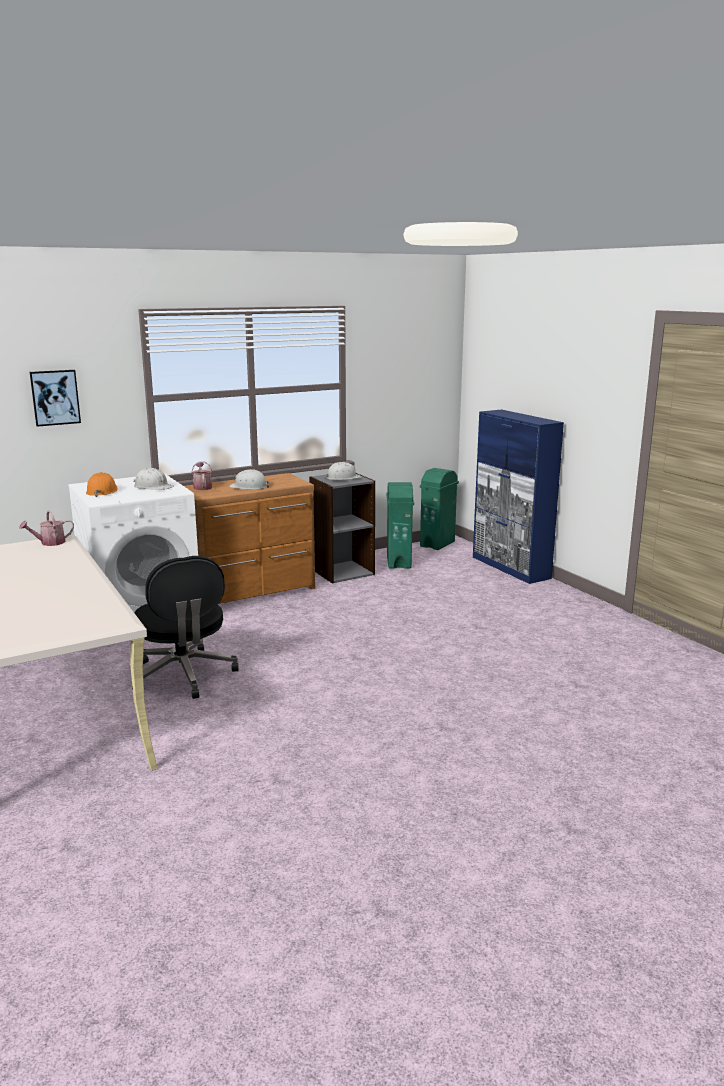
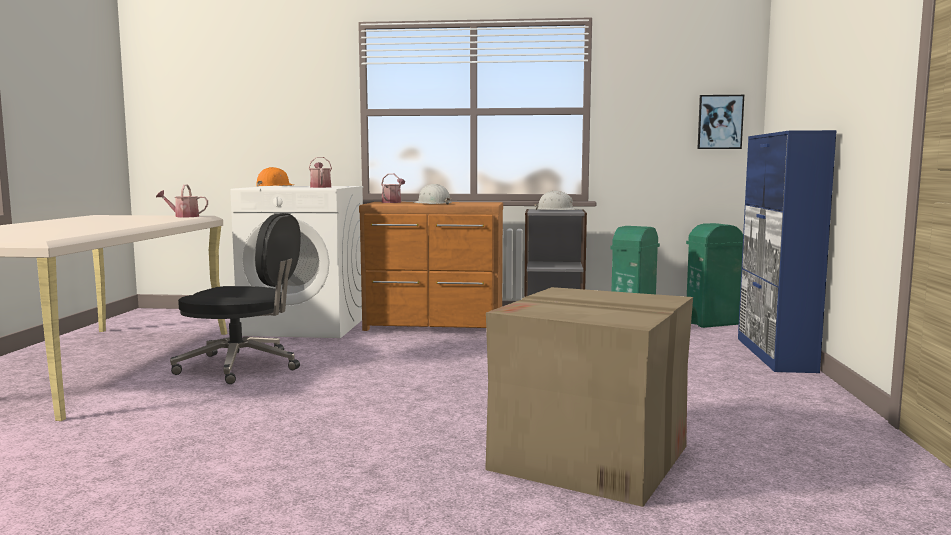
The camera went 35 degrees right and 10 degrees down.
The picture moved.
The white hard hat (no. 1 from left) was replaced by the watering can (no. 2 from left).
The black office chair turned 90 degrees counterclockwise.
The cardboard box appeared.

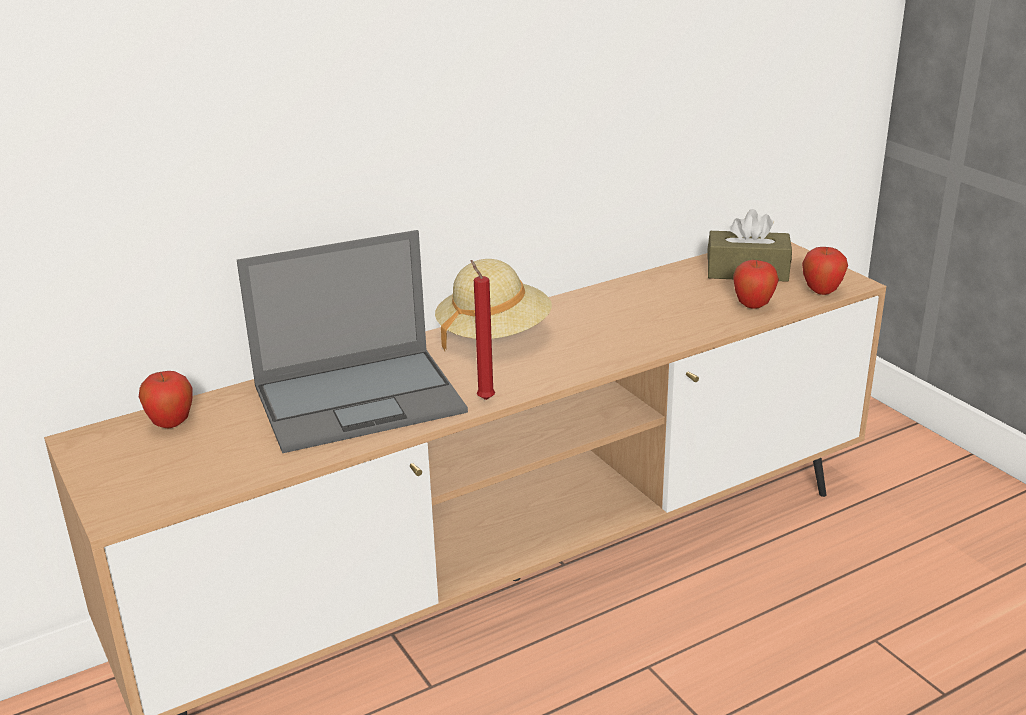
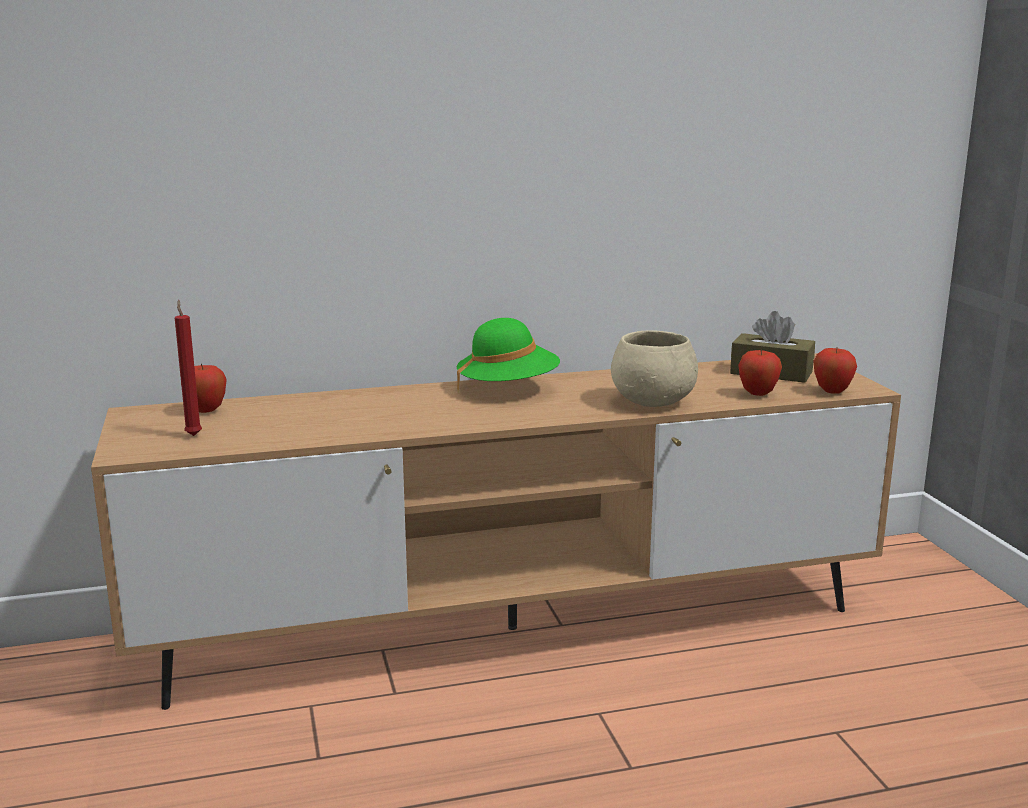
The camera went 15 degrees right and 10 degrees down.
The laptop disappeared.
The beige hat became the green hat.
The red candle moved.
The beige bowl appeared.

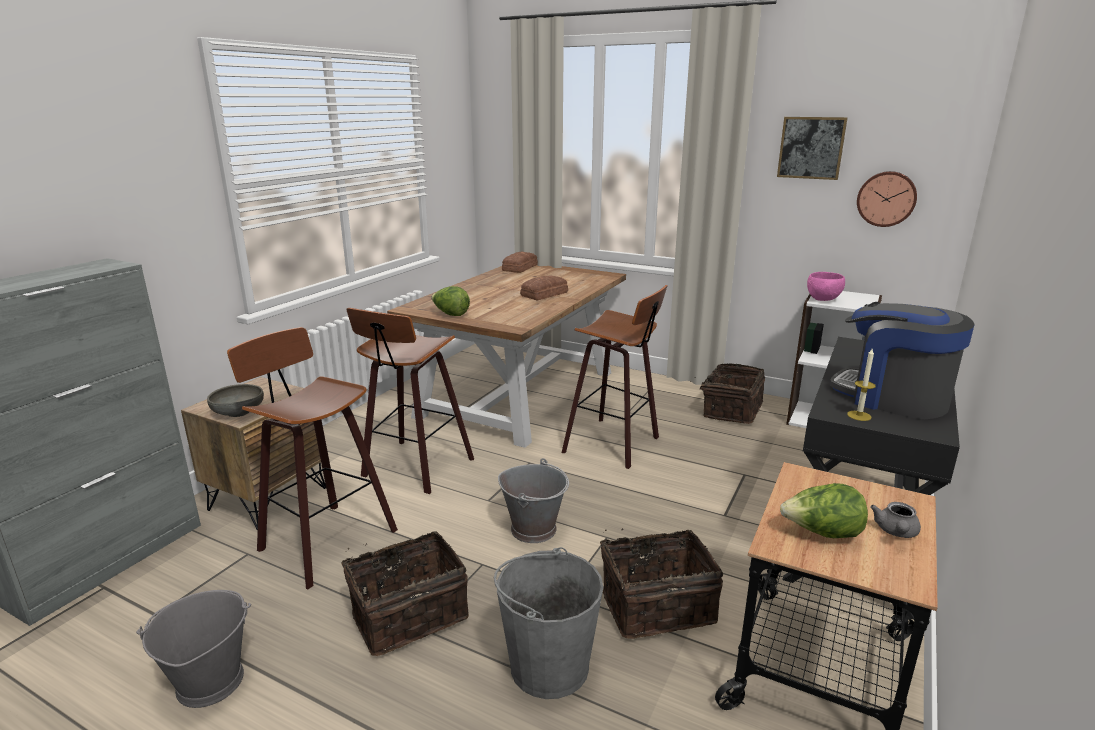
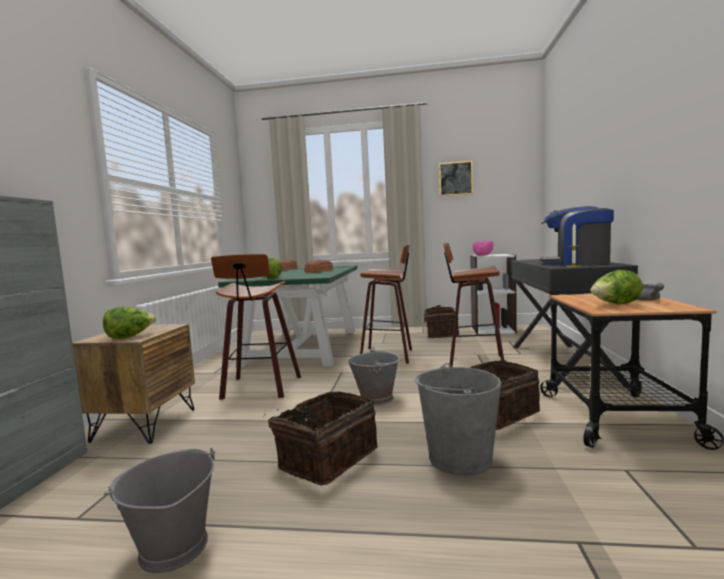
The camera went 20 degrees left and 15 degrees down.
The wall clock disappeared.
The brown dining table became the green dining table.
The stool (no. 1 from left in the first image) moved.
The grey bowl was replaced by the lettuce (no. 1 from left).

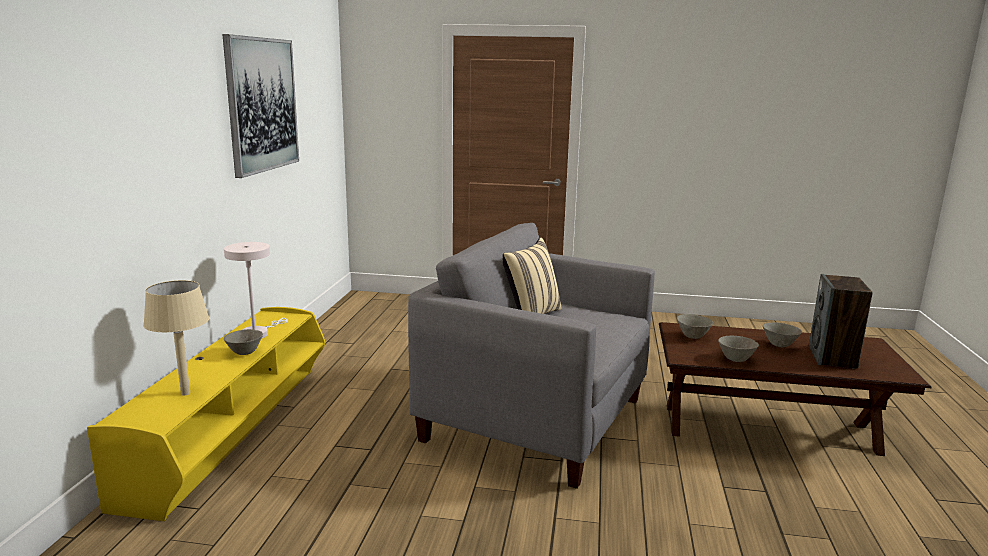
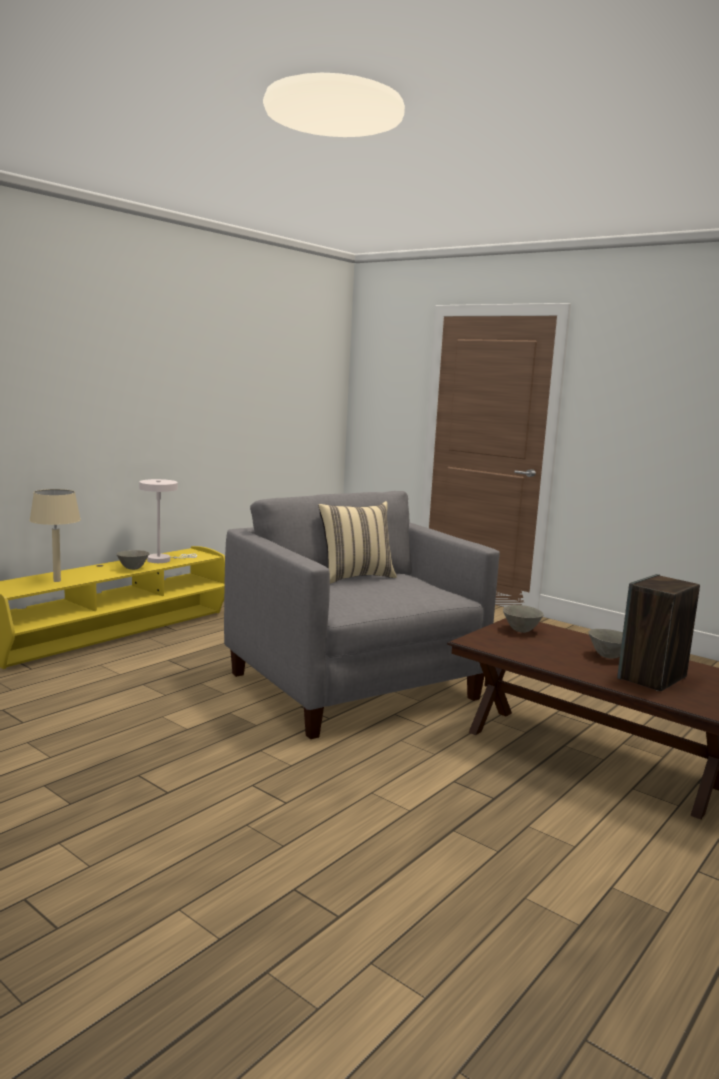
The camera went 30 degrees right and 5 degrees down.
The picture disappeared.
The grey bowl (no. 3 from left) disappeared.

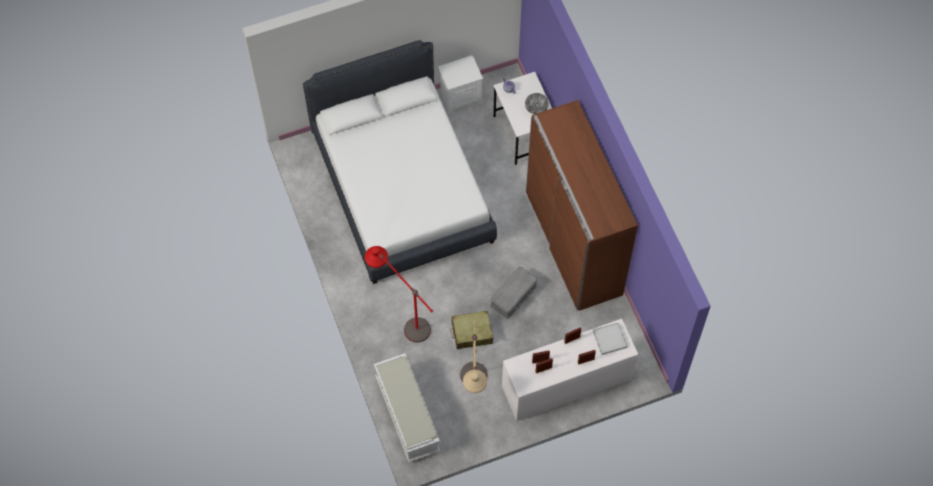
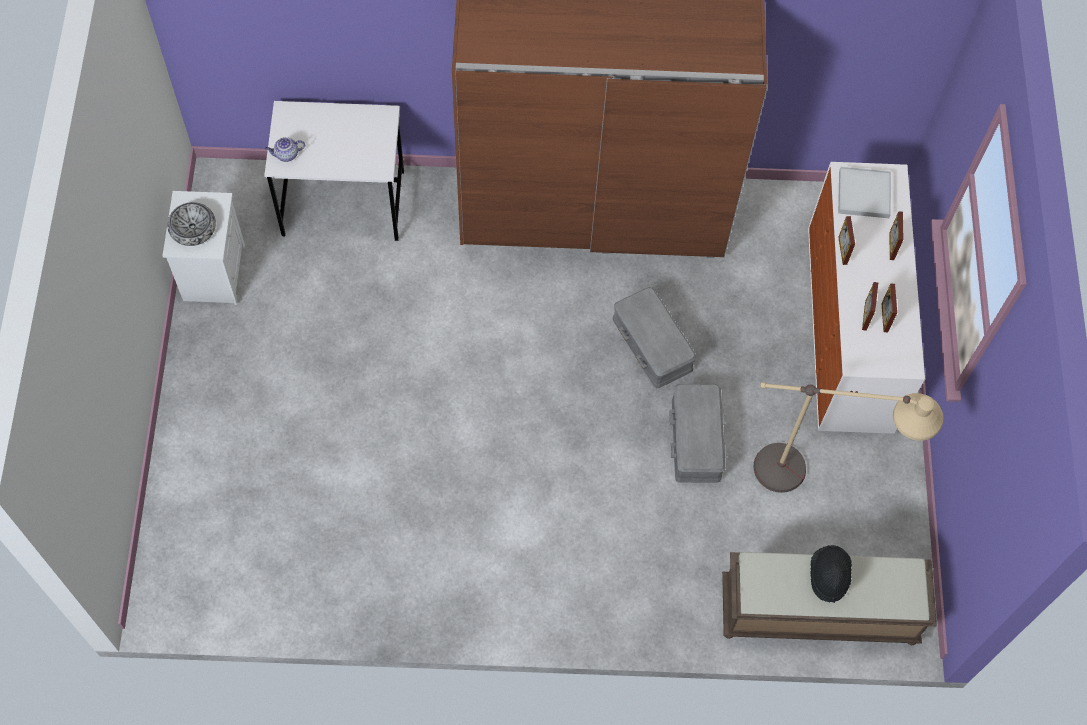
The camera went 70 degrees left and 0 degrees up.
The white bed disappeared.
The bowl moved.
The red floor lamp disappeared.
The beige suitcase was replaced by the grey storage box (no. 2 from left).
The white bench became the brown bench.
The black hat appeared.

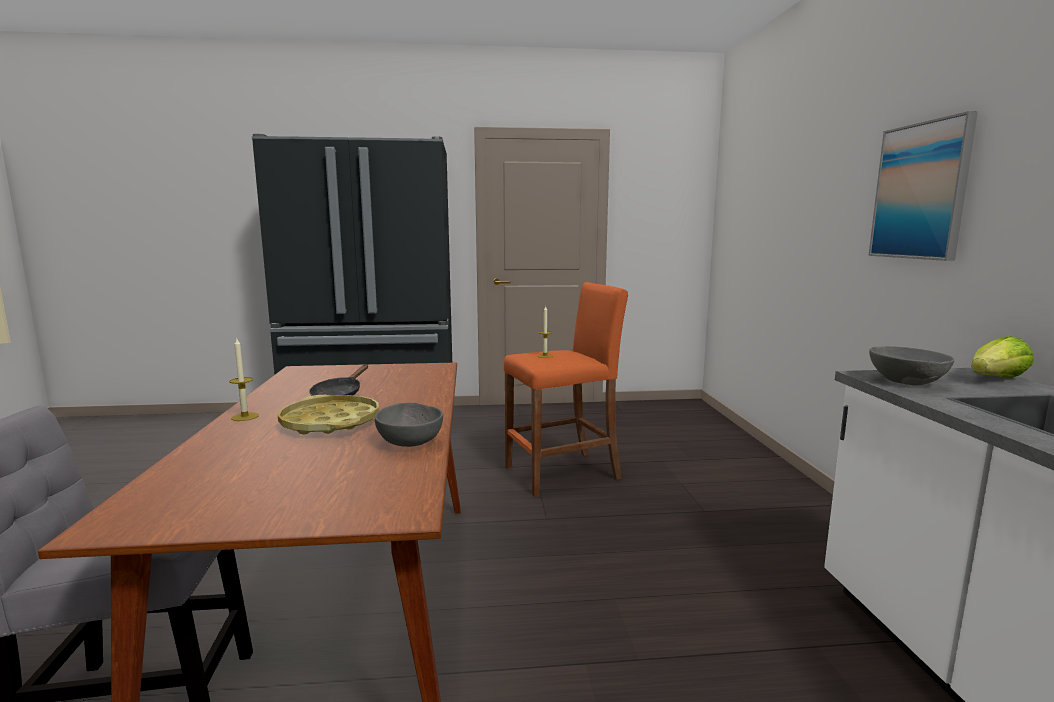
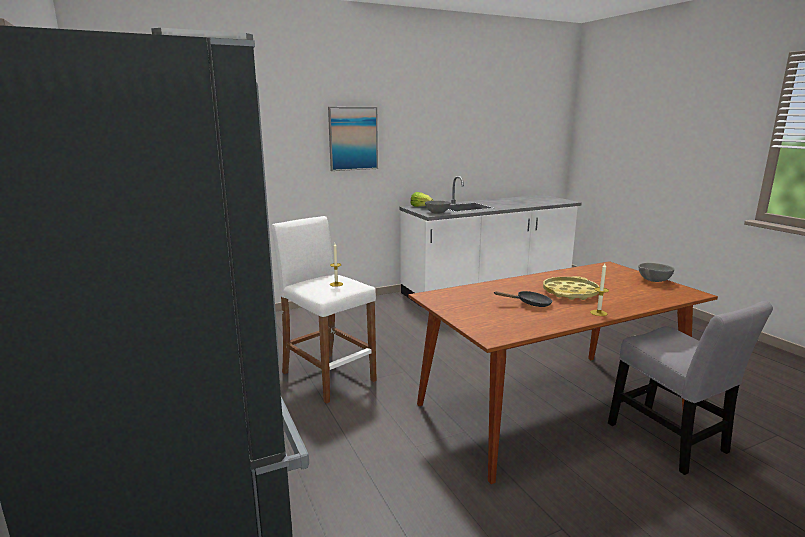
The camera went 110 degrees left and 5 degrees up.
The orange stool became the white stool.
The grey bowl (no. 1 from left in the first image) moved.

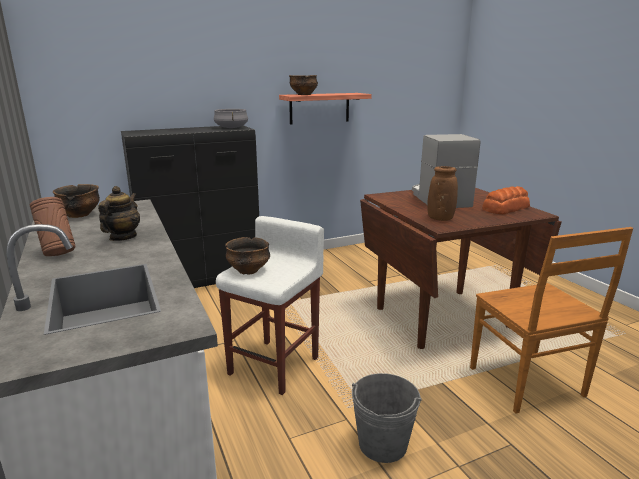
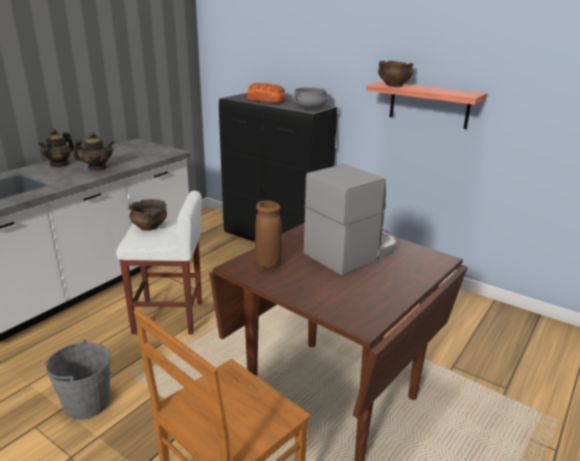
The camera went 60 degrees right and 5 degrees up.
The bowl (no. 1 from left) disappeared.
The bread moved.
The brown vase (no. 1 from left) was replaced by the teapot (no. 1 from left).

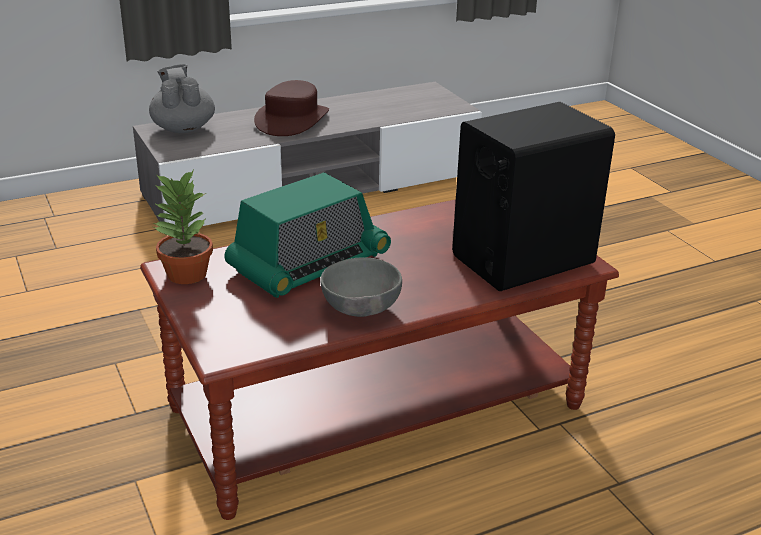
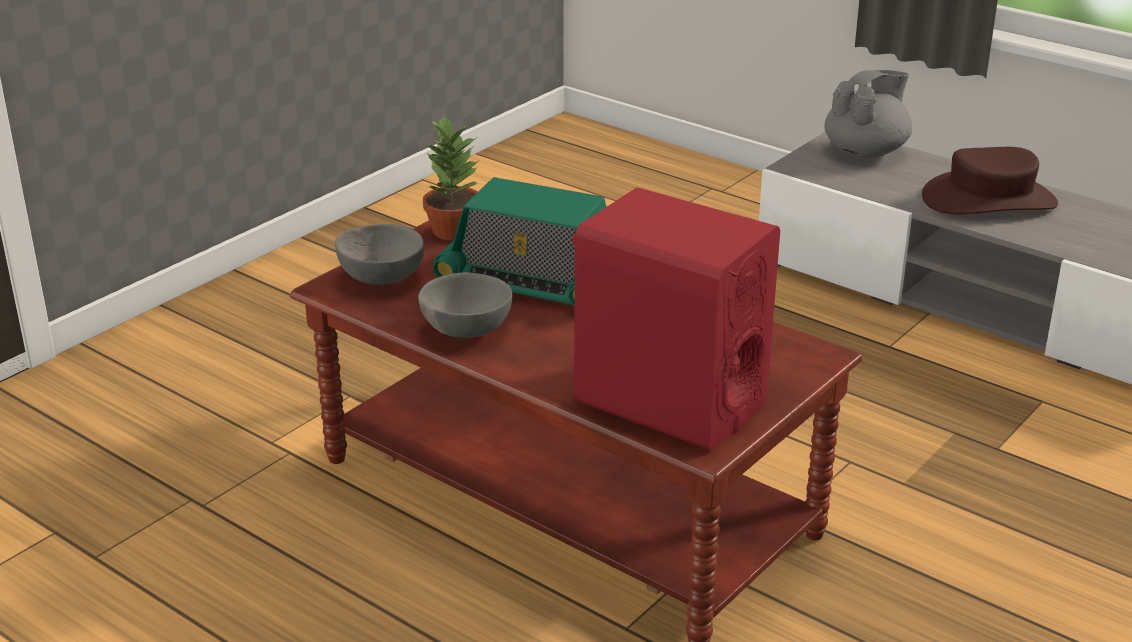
The camera went 65 degrees right and 0 degrees up.
The black speaker became the red speaker.
The grey bowl (no. 1 from left) appeared.

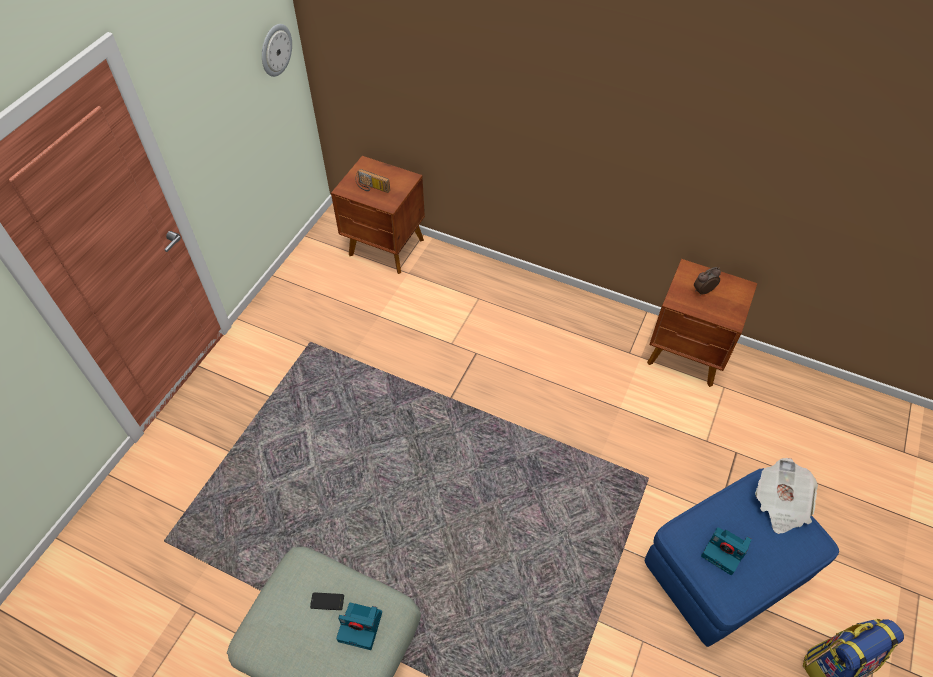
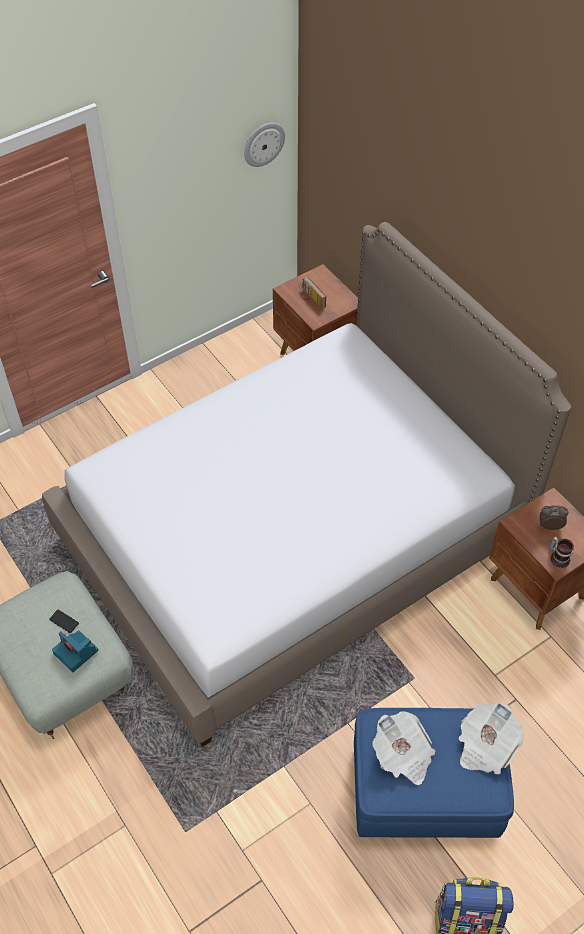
The camera went 30 degrees right and 0 degrees up.
The photo camera (no. 2 from left) was replaced by the newspaper (no. 1 from left).
The bed appeared.
The mug appeared.

